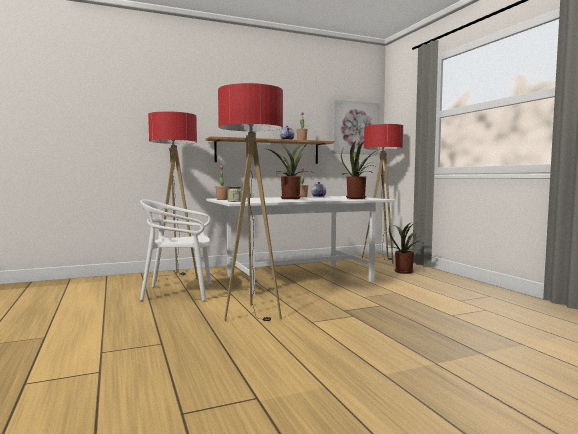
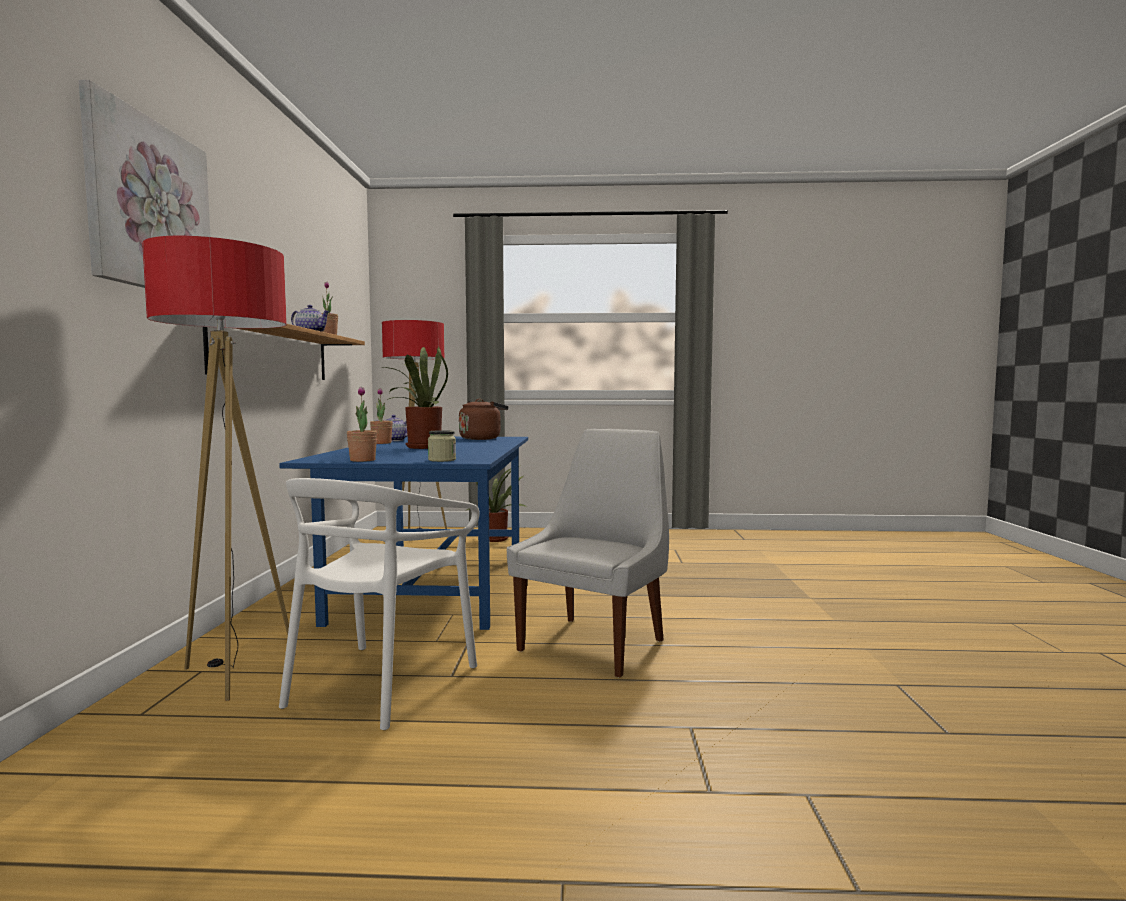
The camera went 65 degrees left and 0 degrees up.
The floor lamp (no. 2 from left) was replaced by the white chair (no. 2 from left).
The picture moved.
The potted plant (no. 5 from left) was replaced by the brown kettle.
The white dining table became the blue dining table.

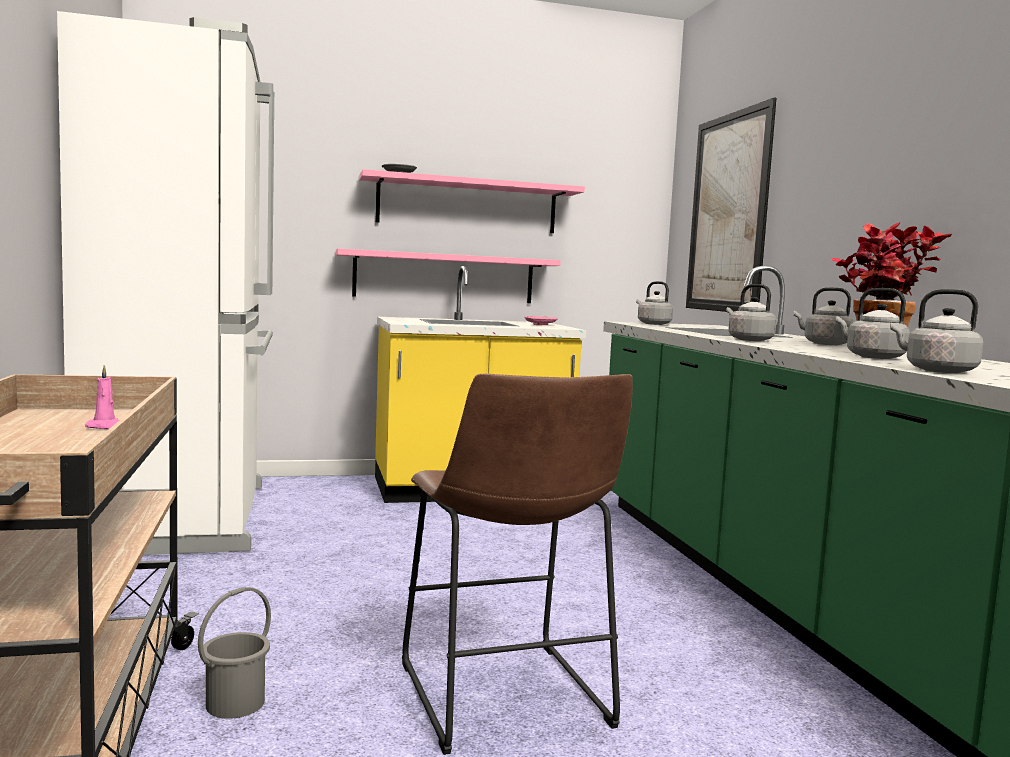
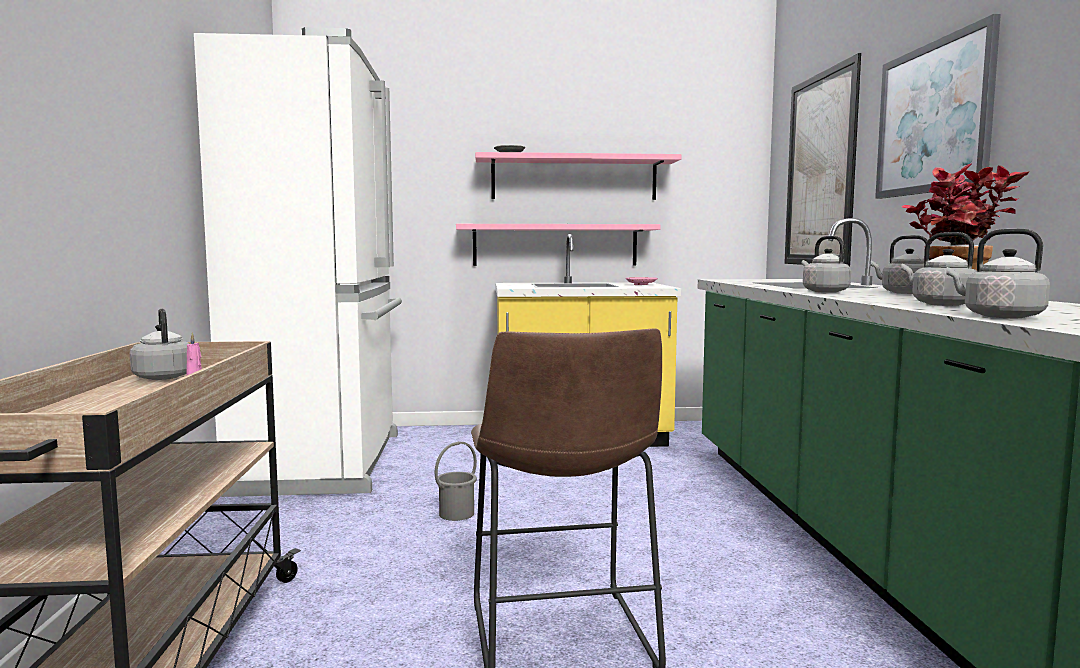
The camera went 10 degrees right and 0 degrees up.
The grey kettle (no. 1 from left) moved.
The grey bucket moved.
The picture (no. 2 from left) appeared.

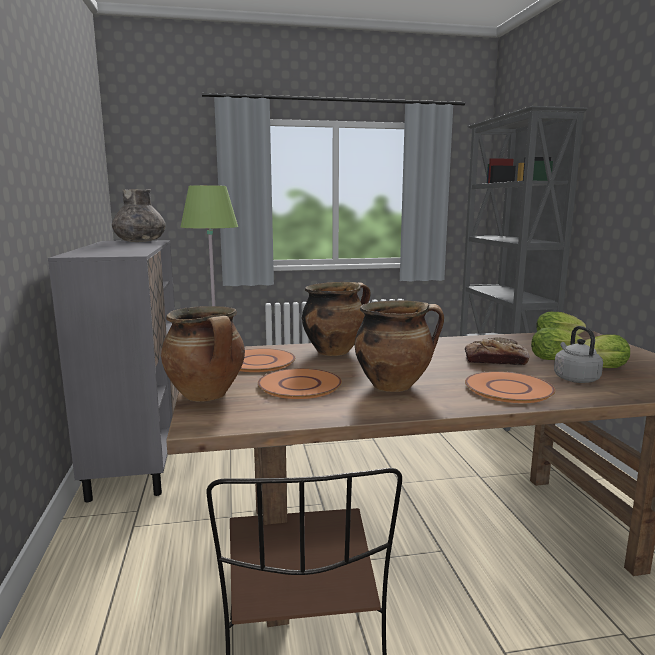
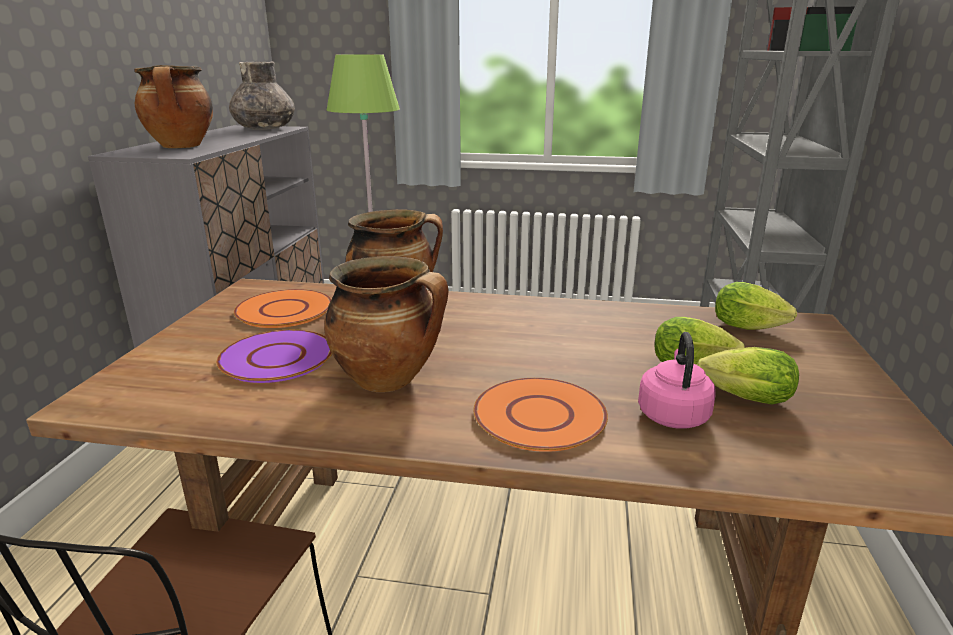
The camera went 20 degrees right and 10 degrees up.
The cooking pot (no. 1 from left) moved.
The grey kettle became the pink kettle.
The bread disappeared.
The orange plate (no. 2 from left) became the purple plate.

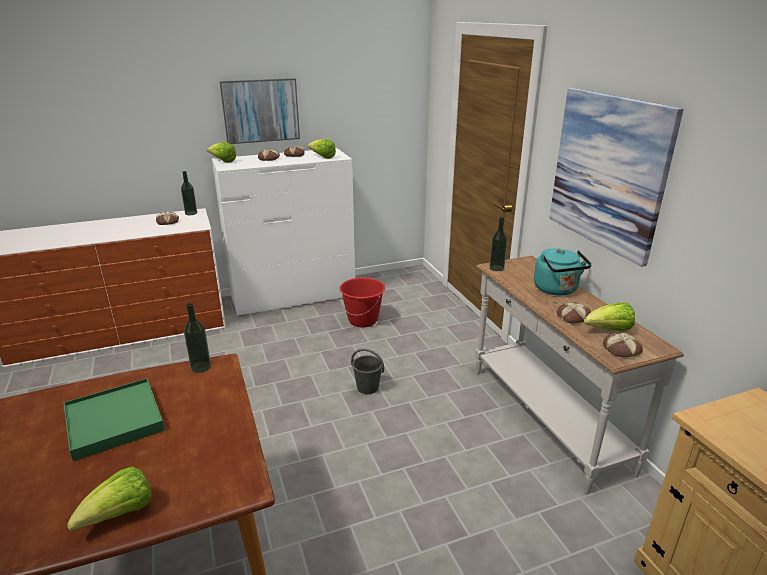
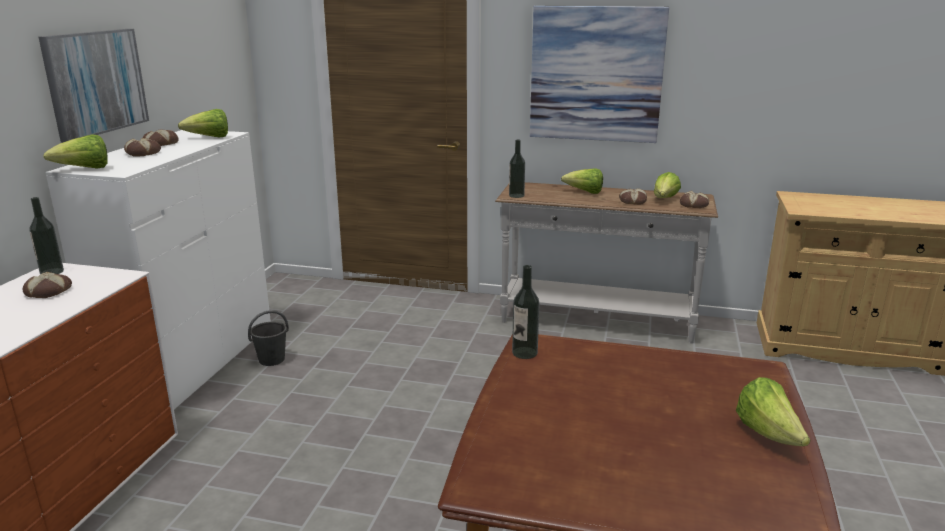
The camera went 55 degrees left and 5 degrees down.
The turquoise kettle was replaced by the lettuce (no. 3 from left).
The red bucket disappeared.
The grey bucket moved.
The green tray disappeared.

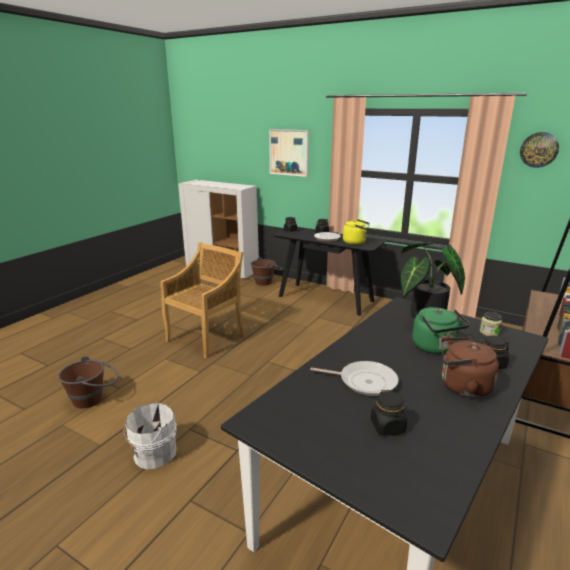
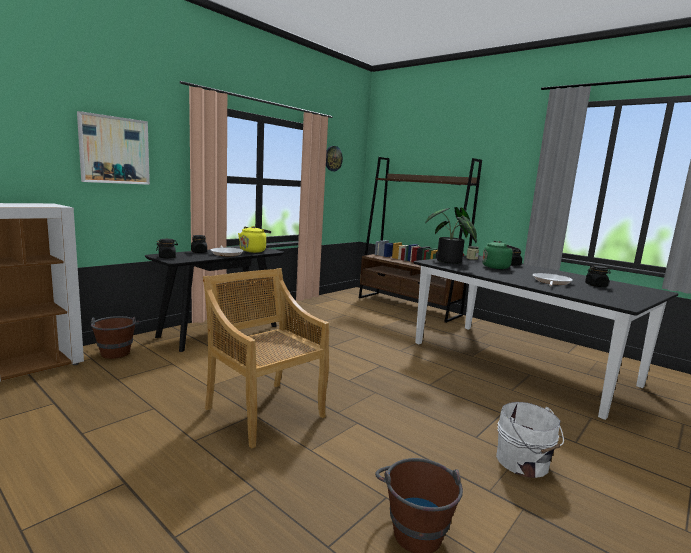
The camera went 80 degrees left and 10 degrees down.
The brown kettle disappeared.

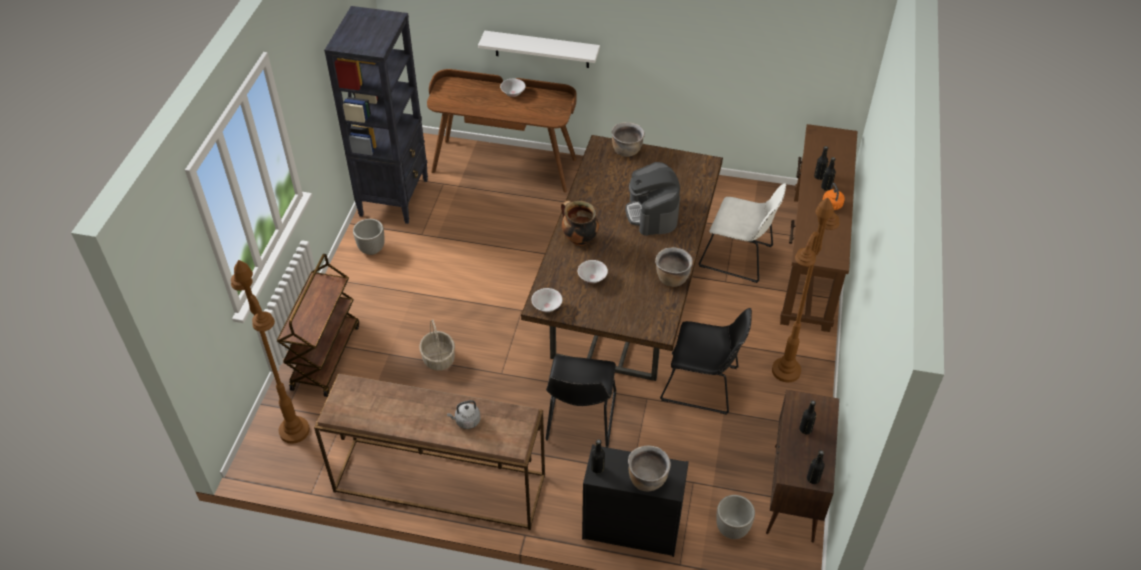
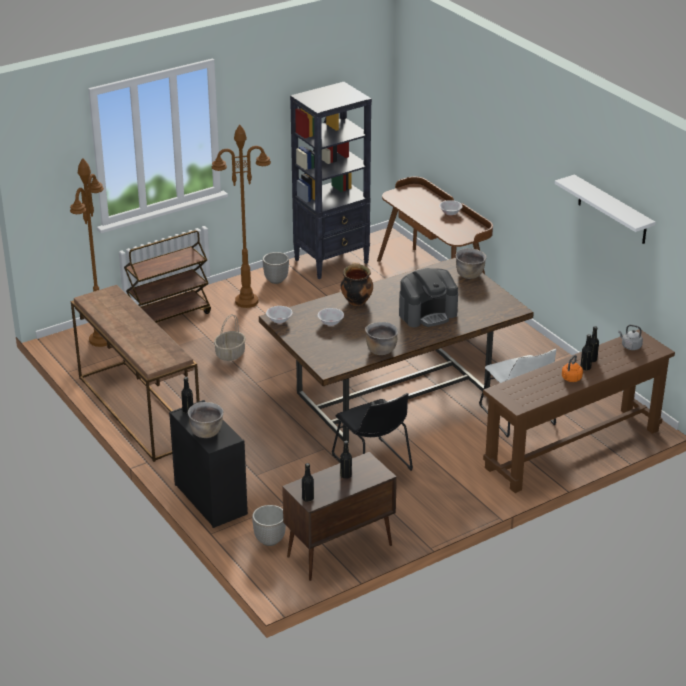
The camera went 45 degrees right and 15 degrees down.
The white shelf moved.
The coffee machine turned 150 degrees counterclockwise.
The brown floor lamp (no. 2 from left) moved.
The black chair (no. 1 from left) disappeared.
The grey kettle moved.

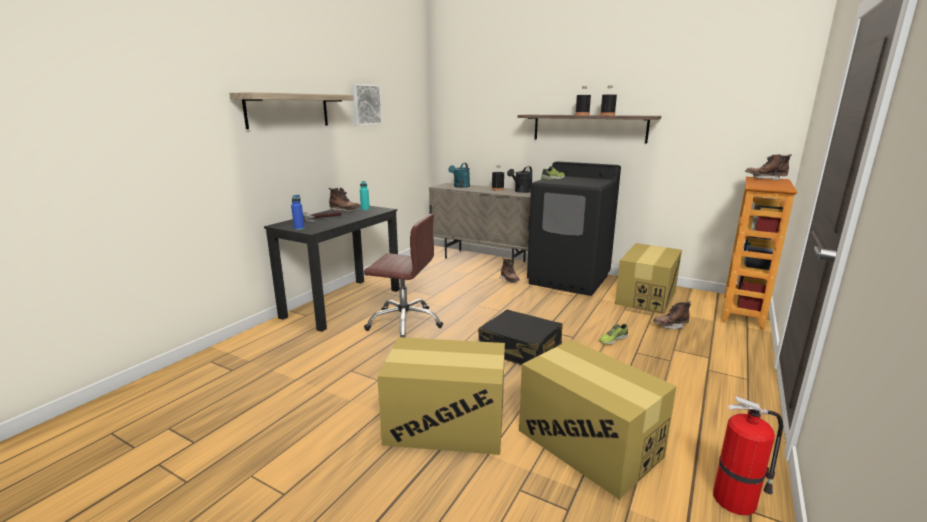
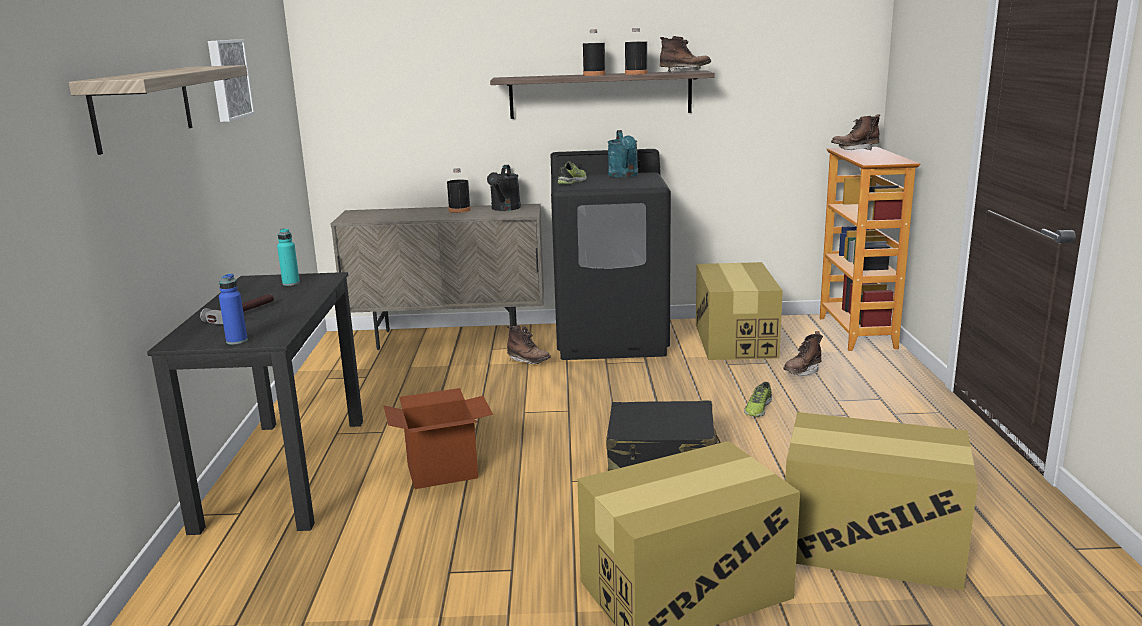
The camera went 30 degrees left and 0 degrees up.
The turquoise watering can moved.
The brown boot (no. 1 from left in the first image) moved.
The brown office chair was replaced by the cardboard box (no. 1 from left).
The fire extinguisher disappeared.

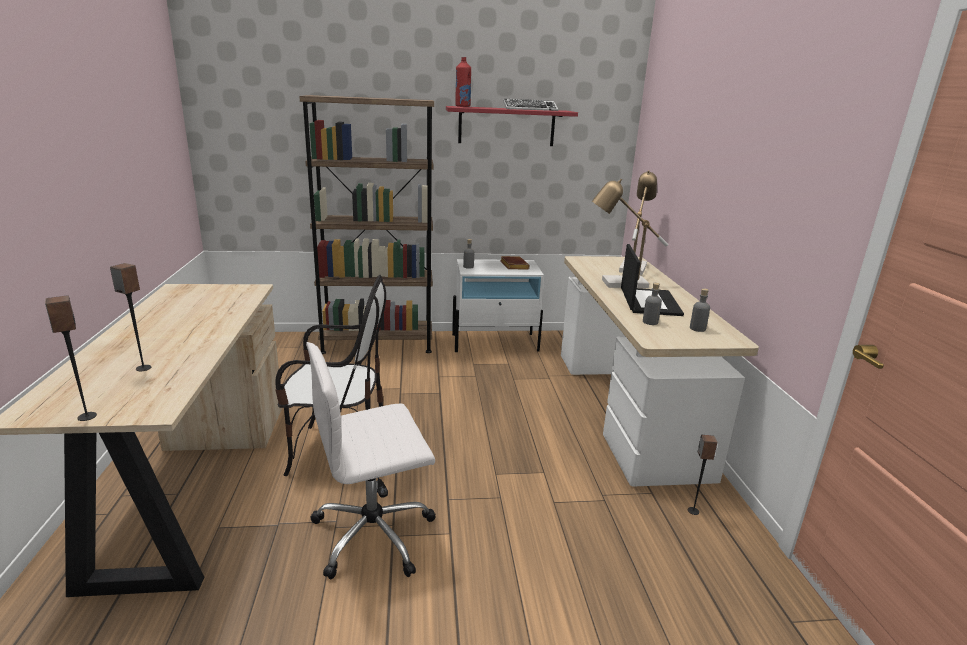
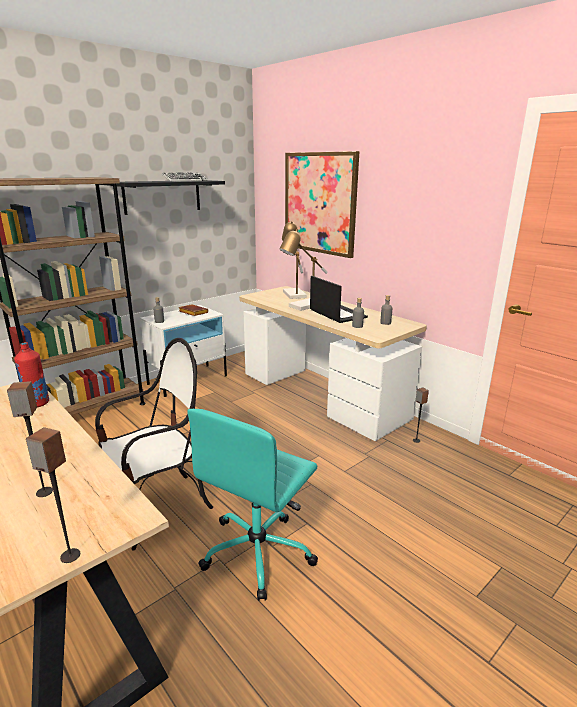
The camera went 35 degrees left and 0 degrees up.
The red bottle moved.
The red shelf became the black shelf.
The white office chair became the turquoise office chair.
The picture appeared.

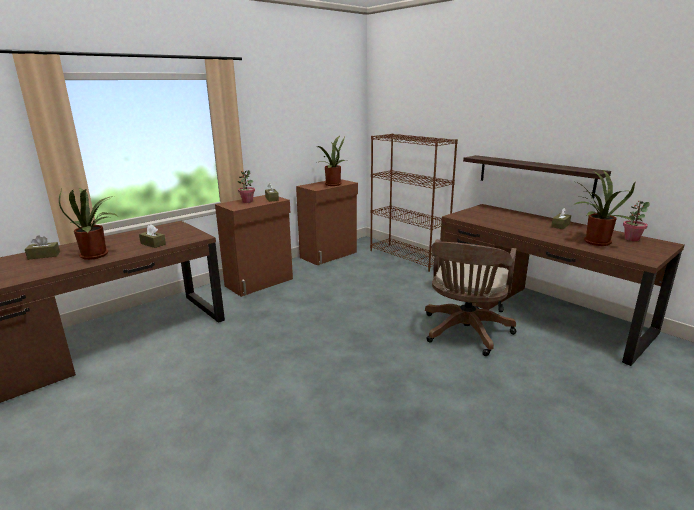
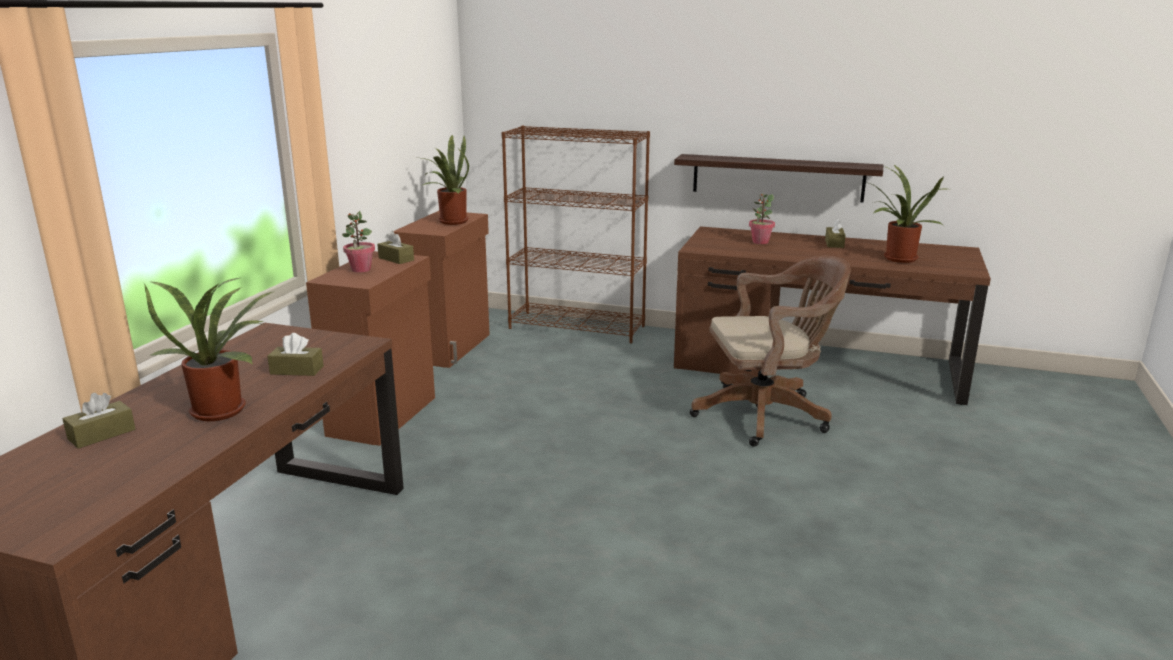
The camera went 30 degrees left and 0 degrees up.
The potted plant (no. 5 from left in the first image) moved.
The brown office chair turned 90 degrees counterclockwise.

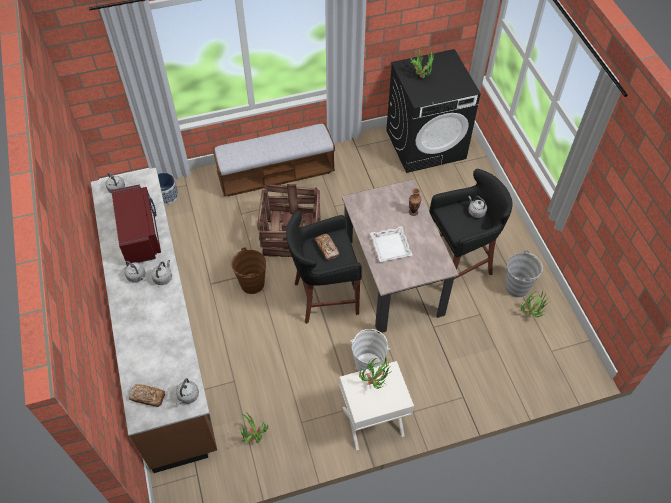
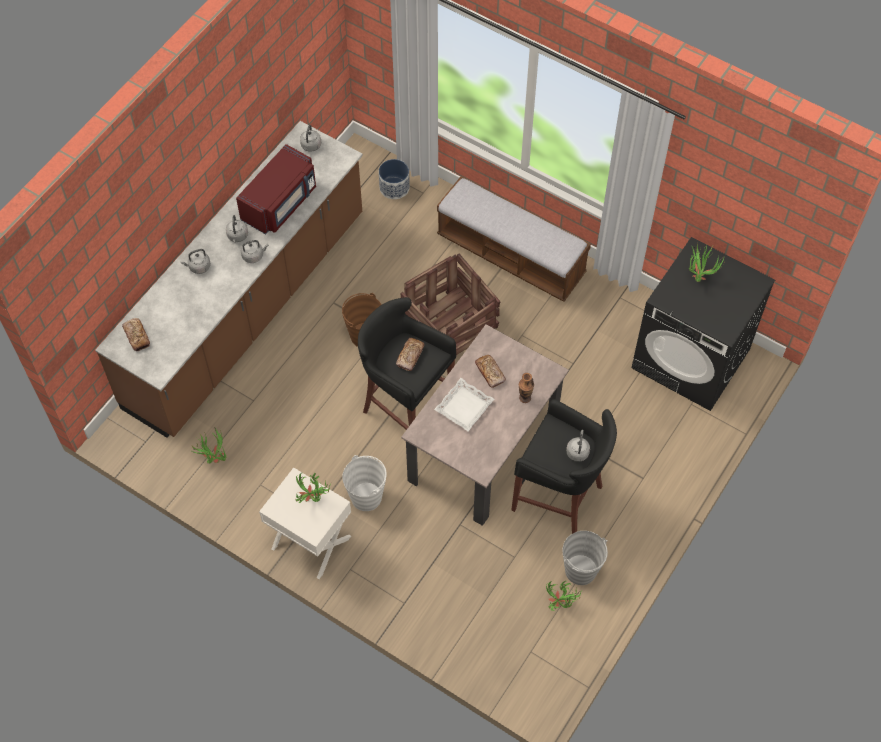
The camera went 50 degrees right and 5 degrees up.
The grey kettle (no. 4 from left in the first image) moved.
The bread (no. 3 from left) appeared.

